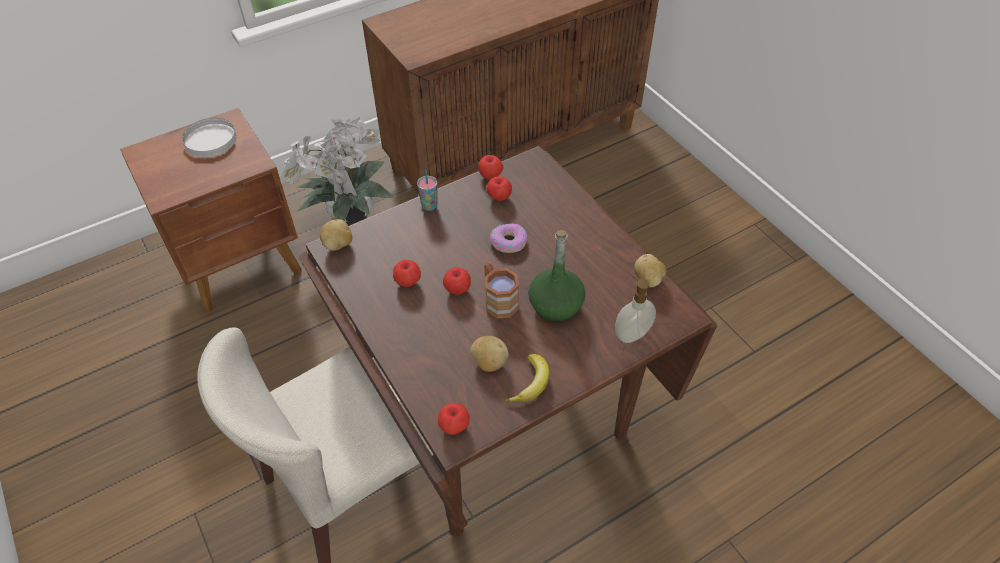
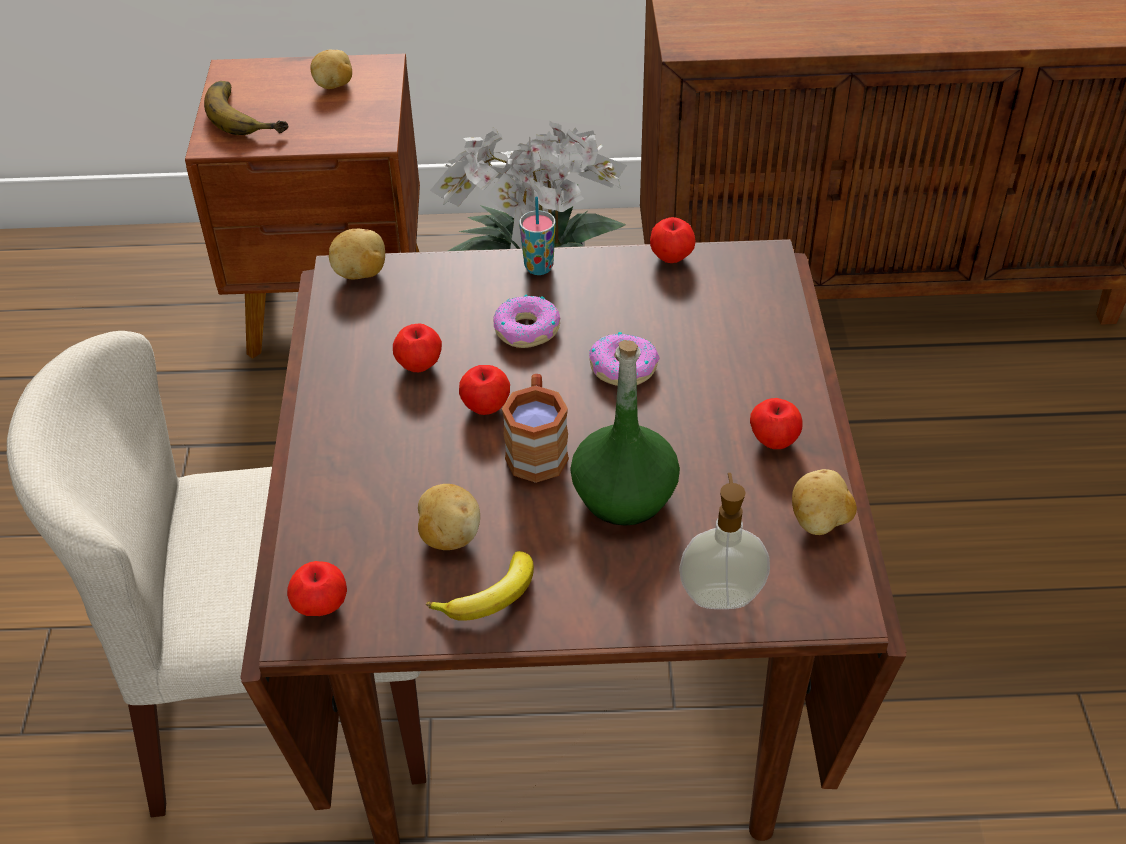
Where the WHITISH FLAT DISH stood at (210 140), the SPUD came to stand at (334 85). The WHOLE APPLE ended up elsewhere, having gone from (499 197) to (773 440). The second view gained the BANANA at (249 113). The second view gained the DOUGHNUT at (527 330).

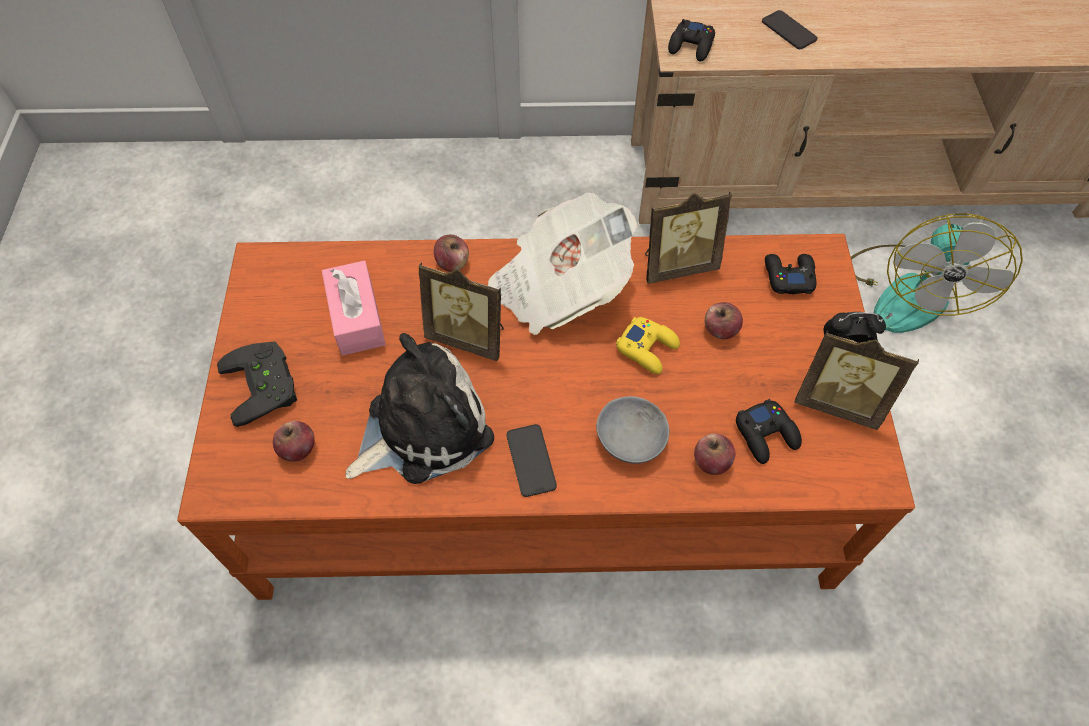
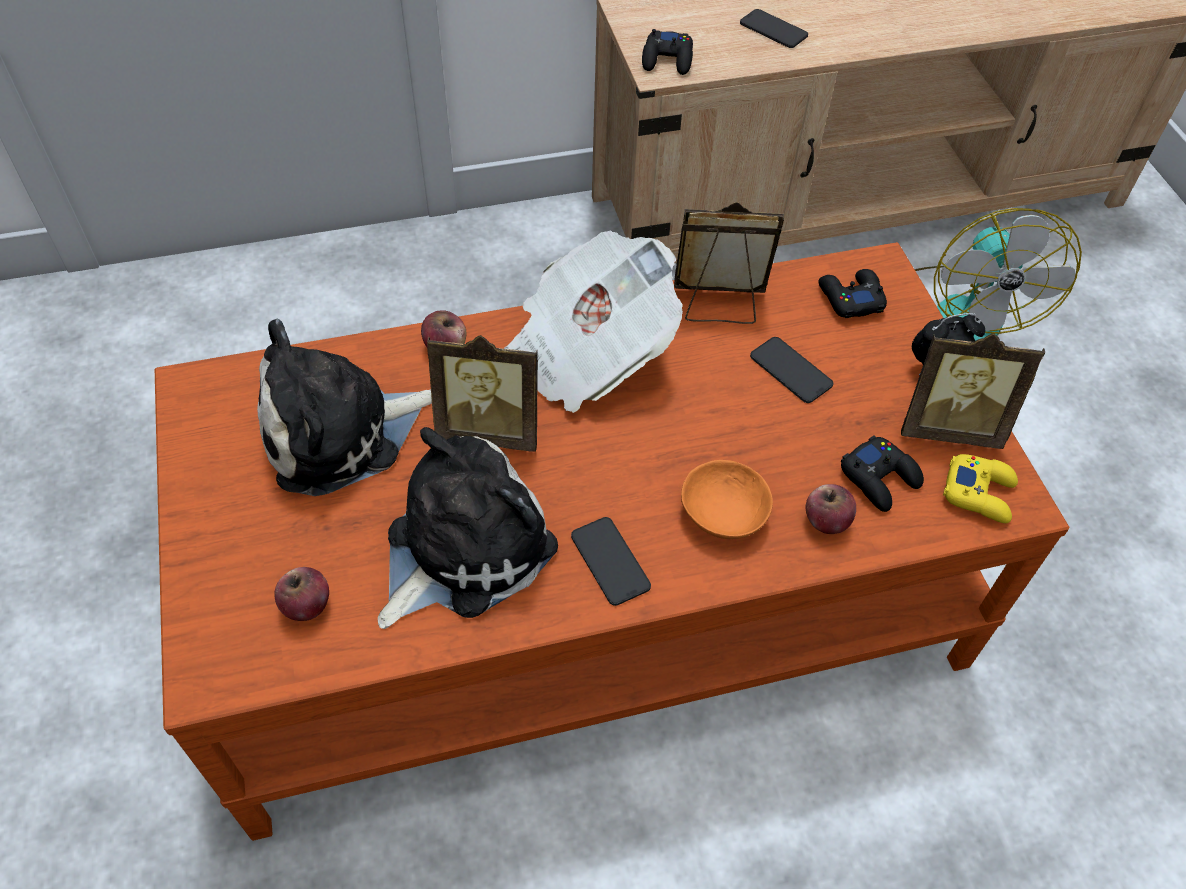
The second view lost the BLACK GAME CONTROLLER at (266 384). Where the PINK-COLOURED TISSUE HOLDER stood at (356 317), the SOFT TOY came to stand at (340 432). What was the GREY SERVING BOWL at (628 439) turned into the ORANGE SERVING BOWL at (720 513). The YELLOWISH GAME CONTROLLER ended up elsewhere, having gone from (647 348) to (979 493). The STANDING FRAME at (677 265) ended up facing another way, 150 degrees counterclockwise from before. Where the WHOLE APPLE stood at (720 330), the HANDSET came to stand at (791 370).

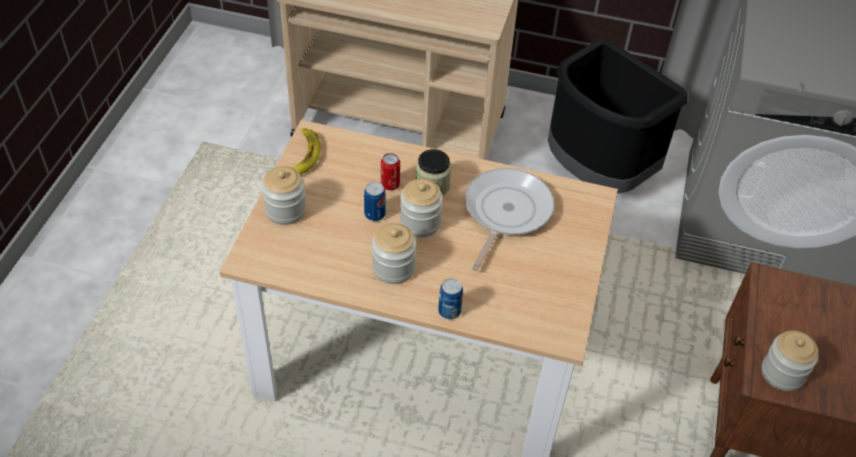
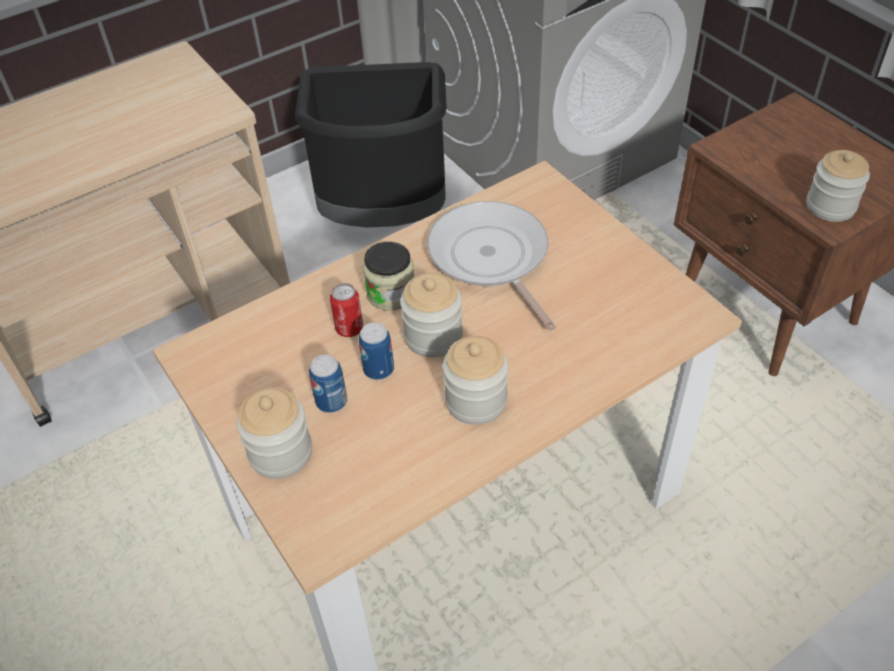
The second view lost the BANANA at (303 155). The SEALED CAN ended up elsewhere, having gone from (449 311) to (331 401).

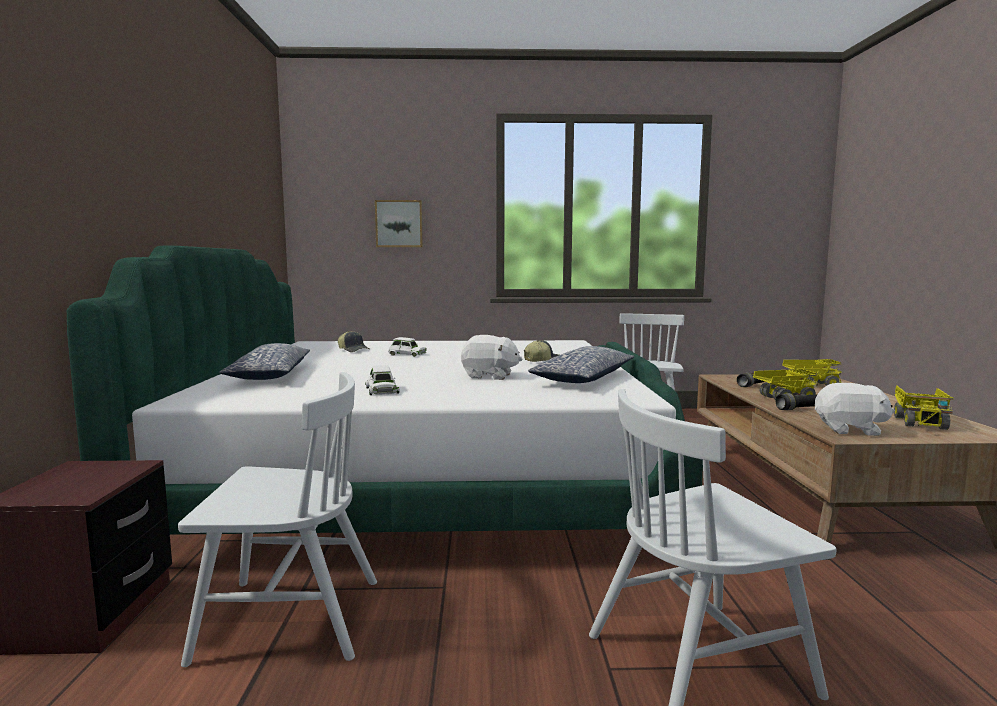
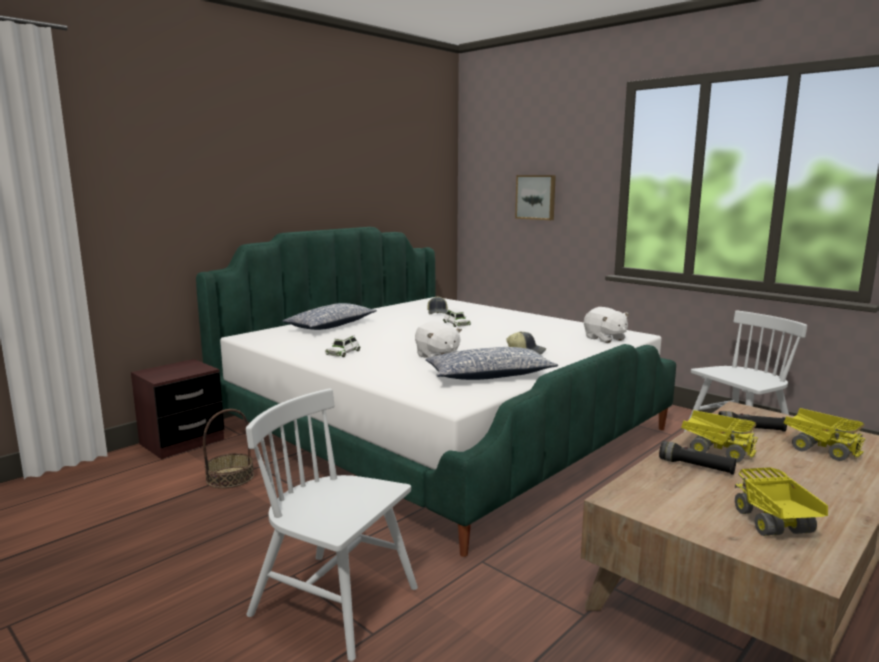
Where the WHITISH CHAIR stood at (289 619), the BASKET came to stand at (230 477). The WHITISH SOFT TOY ended up elsewhere, having gone from (850 430) to (605 339). The TOY LORRY at (921 422) ended up facing another way, 105 degrees clockwise from before.

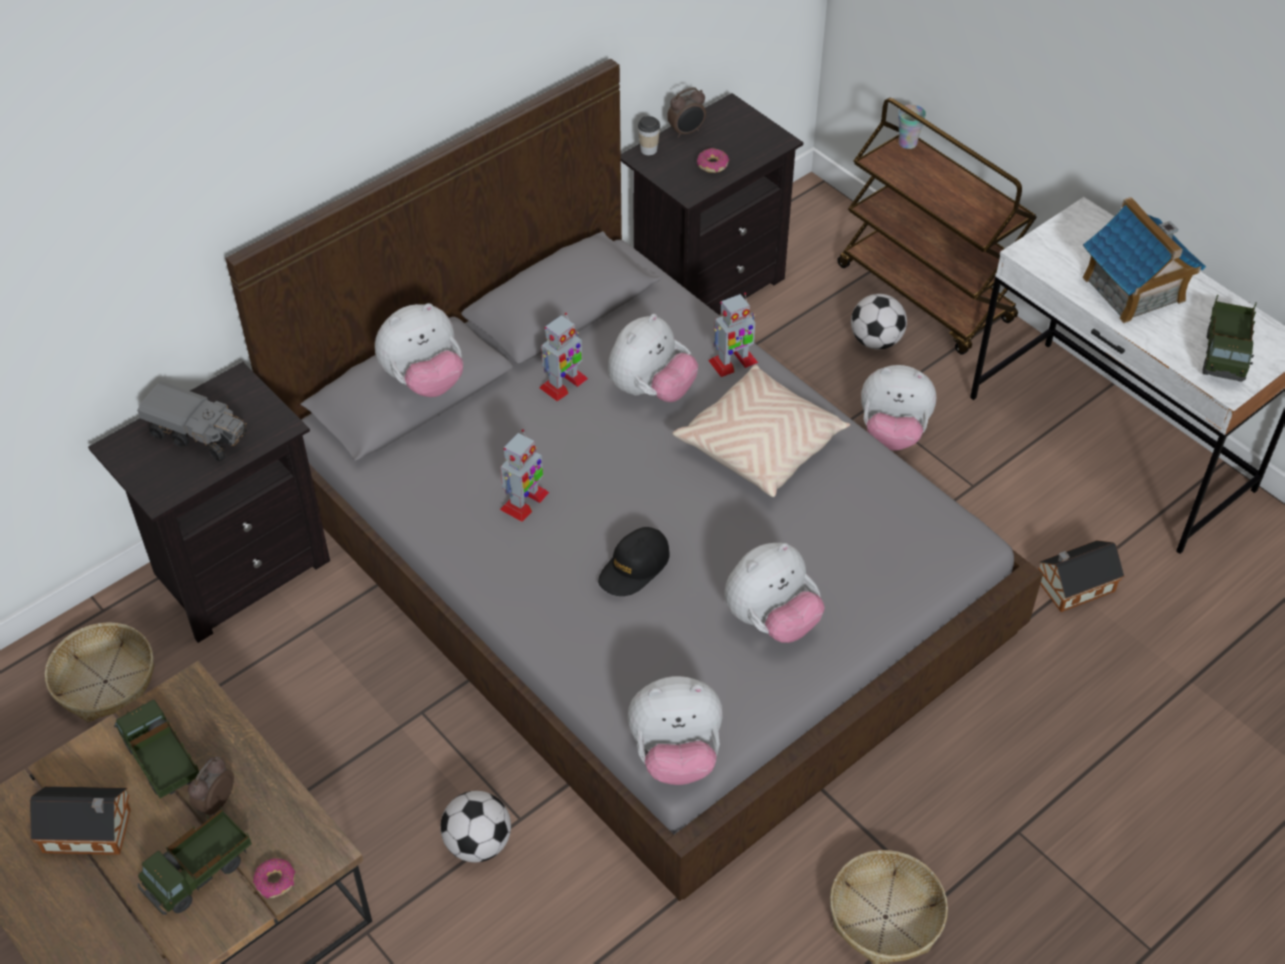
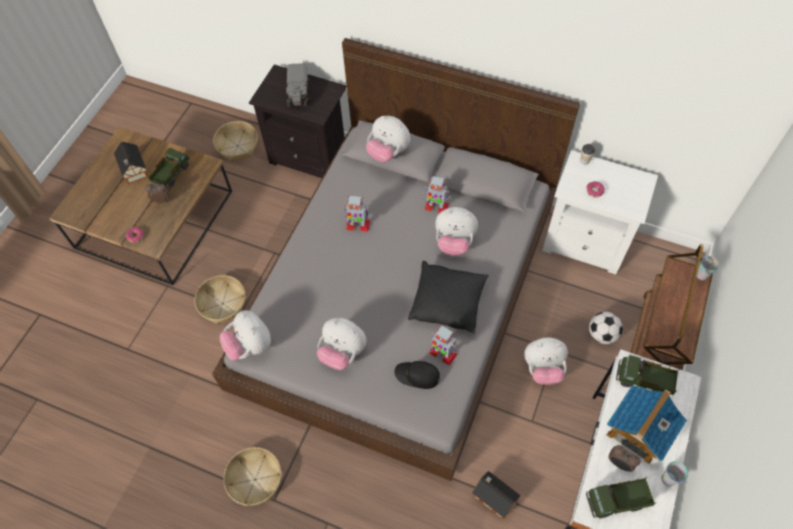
The TOY LORRY ended up elsewhere, having gone from (200 874) to (643 381). Where the FOOTBALL BALL stood at (478 843), the BASKET came to stand at (222 303). The BLACK PEAKED CAP ended up elsewhere, having gone from (634 568) to (417 375). What was the BLACK NIGHTSTAND at (705 284) turned into the WHITISH NIGHTSTAND at (586 242). The ALARM CLOCK ended up elsewhere, having gone from (686 132) to (619 463). What was the SAND-COLOURED CUSHION at (760 445) turned into the BLACK CUSHION at (448 302). The ROBOT FIGURE ended up elsewhere, having gone from (732 362) to (442 353). The SOFT TOY at (893 433) ended up facing another way, 75 degrees counterclockwise from before. The second view gained the SMALL CUP at (668 479).

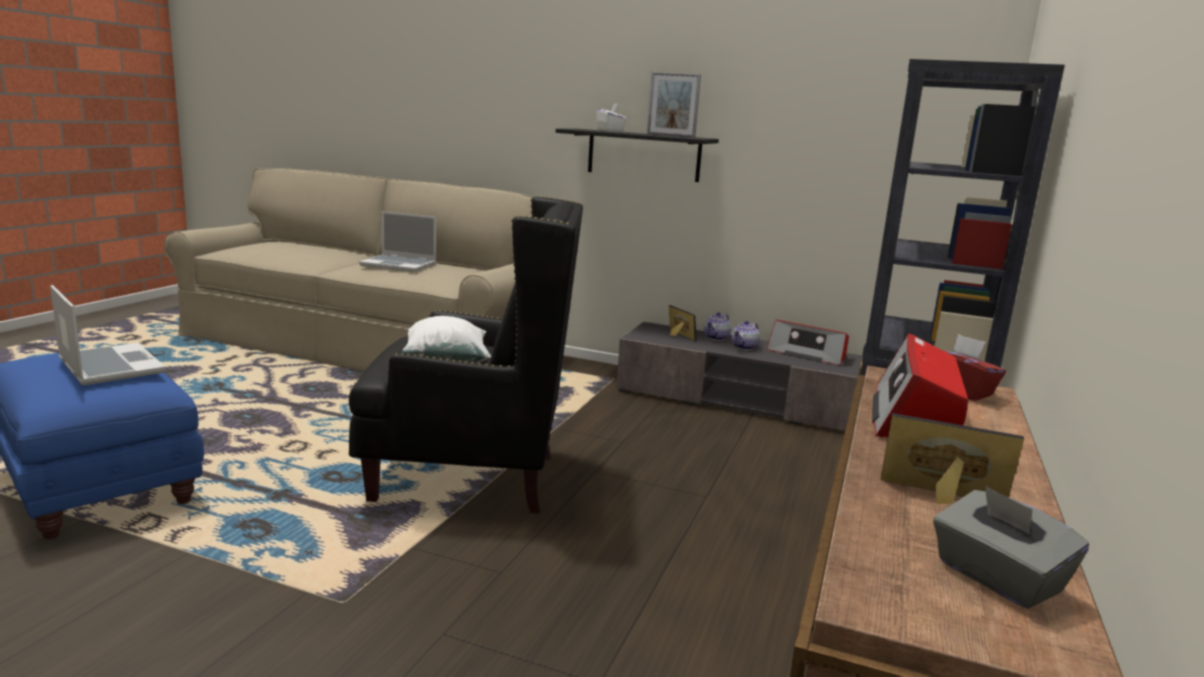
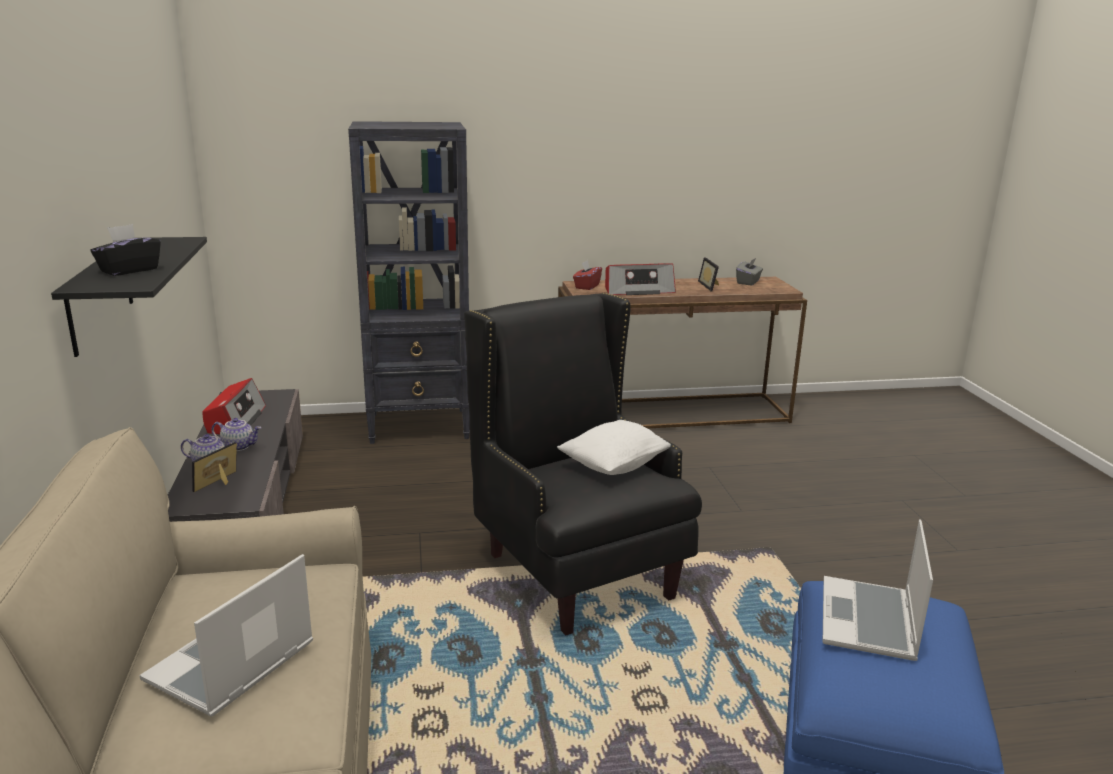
The LAPTOP at (400 265) ended up facing another way, 135 degrees counterclockwise from before. What was the WHITISH TISSUE HOLDER at (610 131) turned into the BLACK TISSUE HOLDER at (129 270). The second view lost the STANDING FRAME at (670 136).

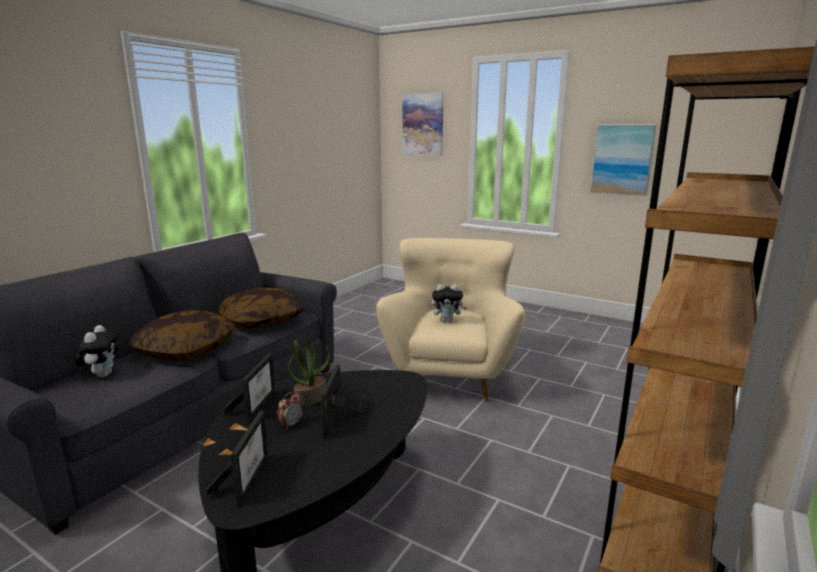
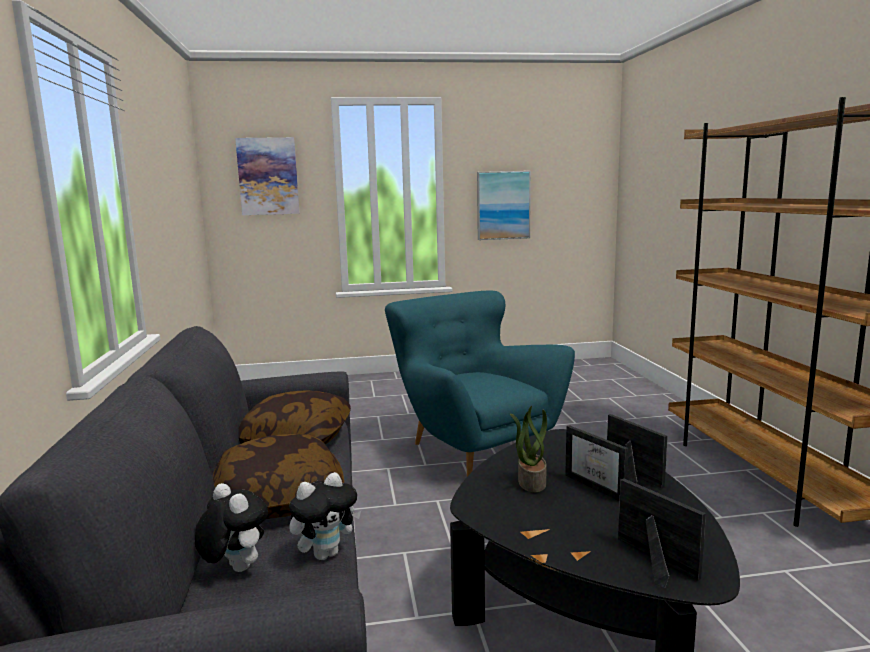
The STANDING FRAME ended up elsewhere, having gone from (256 405) to (627 475). The second view lost the ALARM CLOCK at (291 424). What was the SAND-COLOURED EASY CHAIR at (450 375) turned into the TURQUOISE-COLOURED EASY CHAIR at (473 449). The SOFT TOY ended up elsewhere, having gone from (447 321) to (326 553).

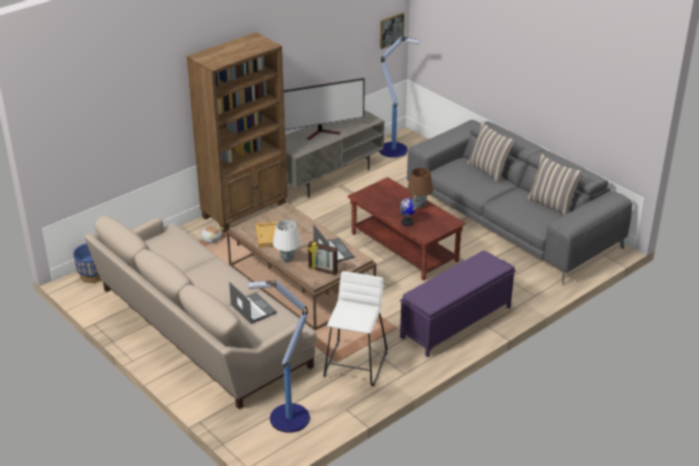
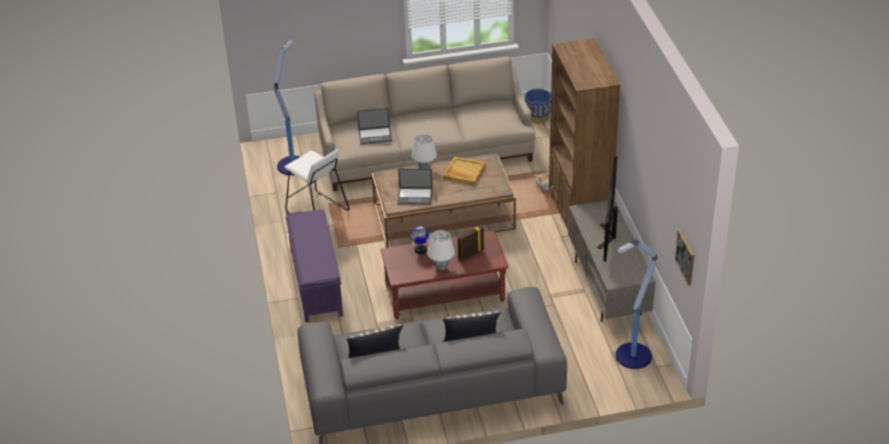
The STANDING FRAME ended up elsewhere, having gone from (322 270) to (470 254). What was the BROWN TABLE LAMP at (419 205) turned into the WHITISH TABLE LAMP at (441 267).

